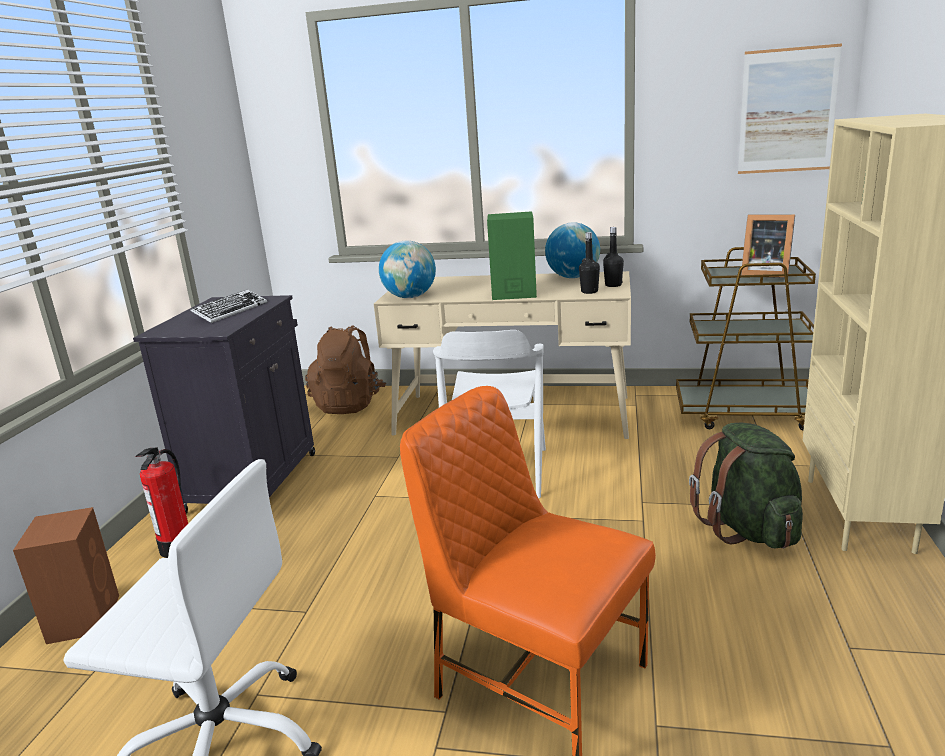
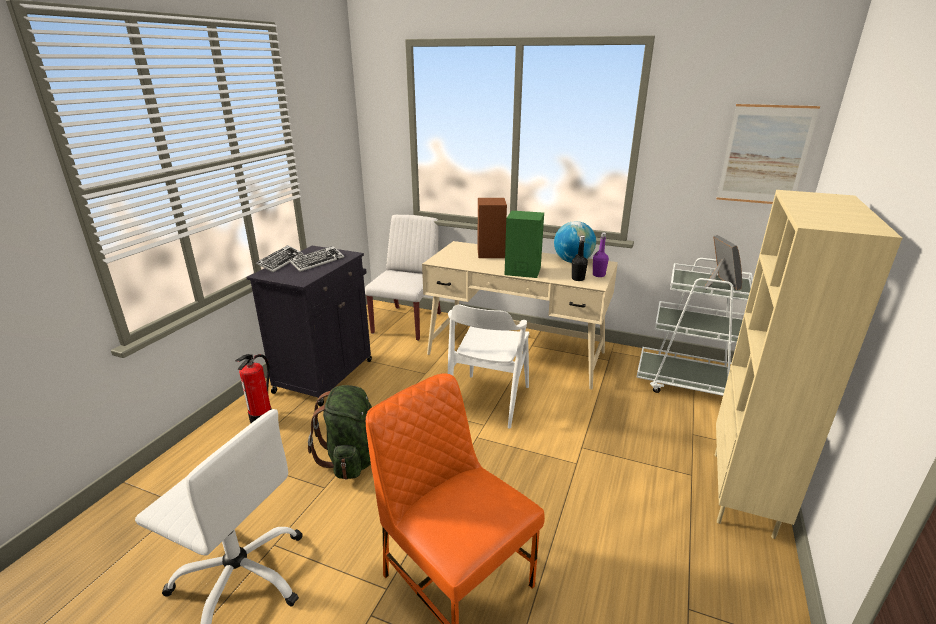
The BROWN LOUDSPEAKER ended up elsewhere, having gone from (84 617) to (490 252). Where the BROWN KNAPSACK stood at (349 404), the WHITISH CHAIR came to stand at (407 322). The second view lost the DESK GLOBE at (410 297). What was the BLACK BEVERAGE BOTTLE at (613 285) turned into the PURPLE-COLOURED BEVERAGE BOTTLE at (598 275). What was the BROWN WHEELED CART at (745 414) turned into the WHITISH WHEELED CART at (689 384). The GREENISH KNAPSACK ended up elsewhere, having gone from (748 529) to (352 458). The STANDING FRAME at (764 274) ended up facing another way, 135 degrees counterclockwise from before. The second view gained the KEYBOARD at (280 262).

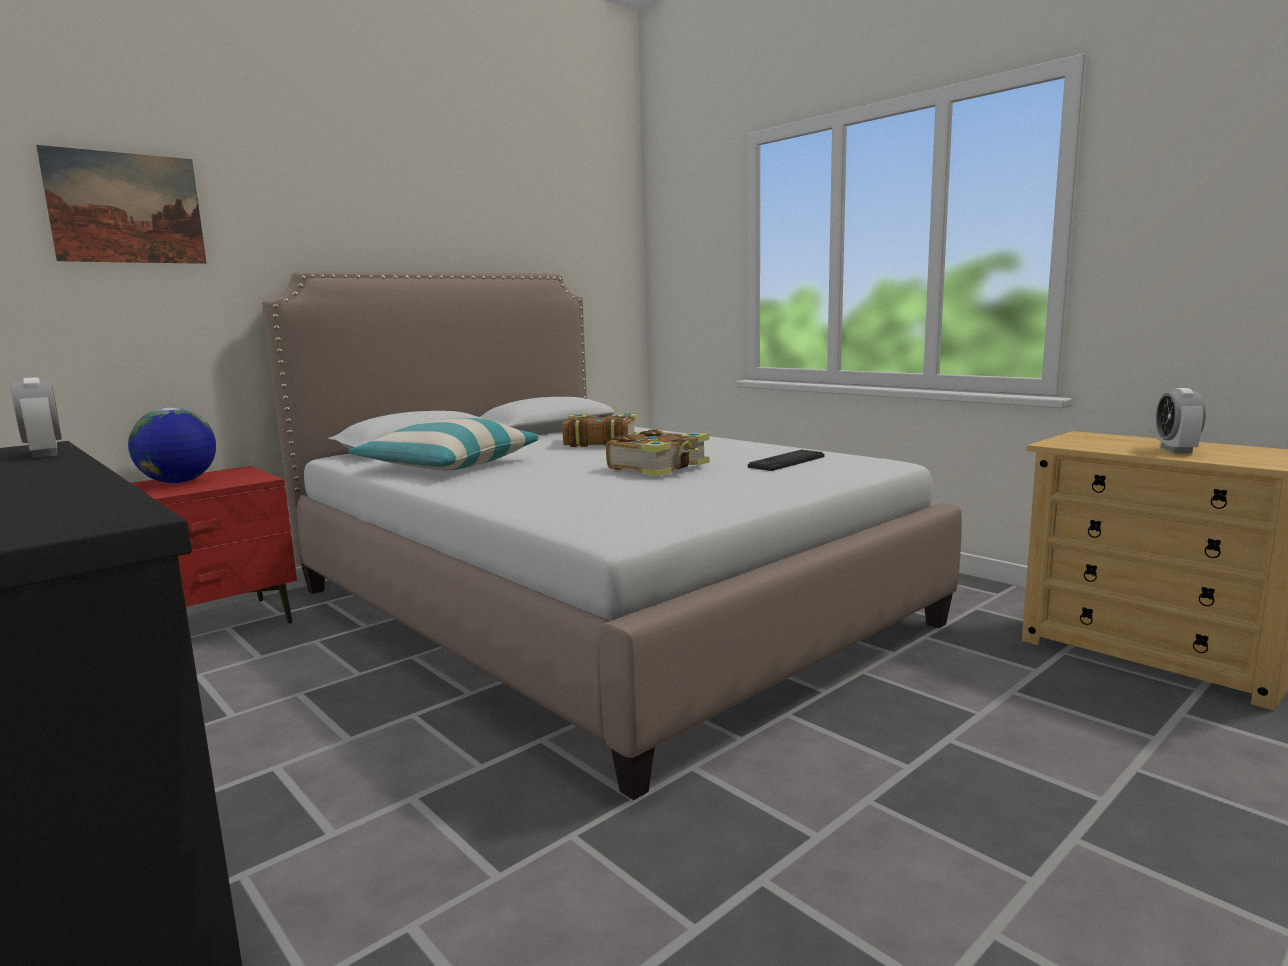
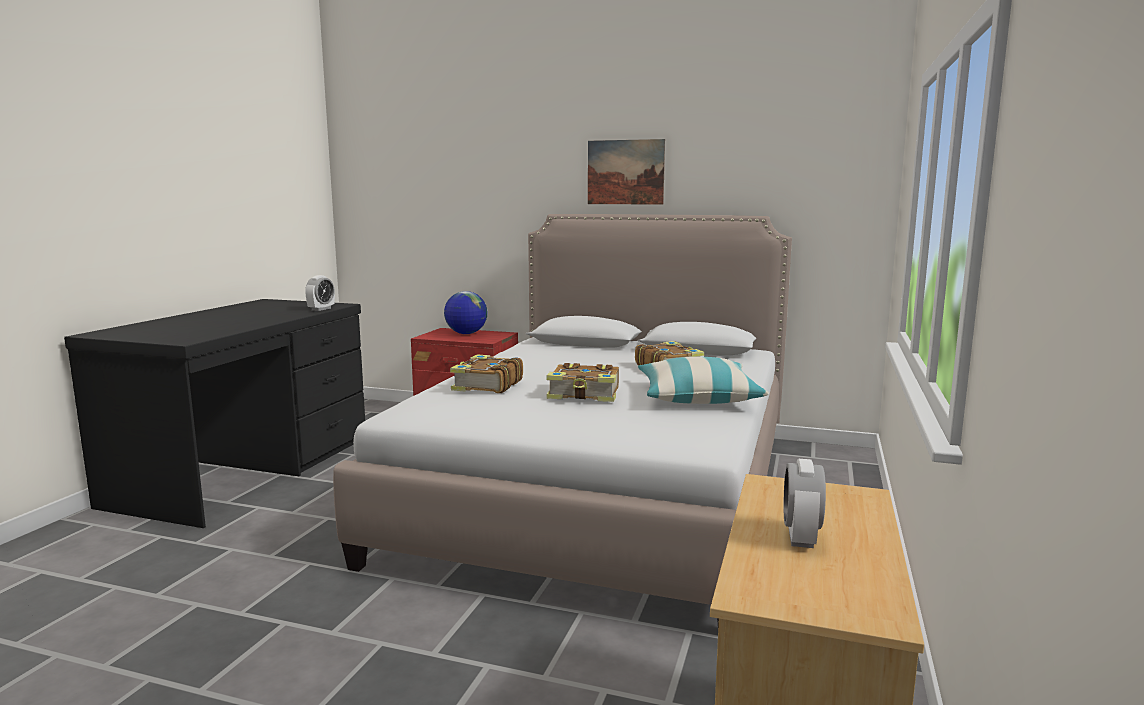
The WALL ART ended up elsewhere, having gone from (126 208) to (625 172). The CUSHION ended up elsewhere, having gone from (448 465) to (697 397). The second view lost the KEYBOARD at (787 462). The ALARM CLOCK at (1176 450) ended up facing another way, 60 degrees counterclockwise from before. The second view gained the BOUND BOOK at (486 385).

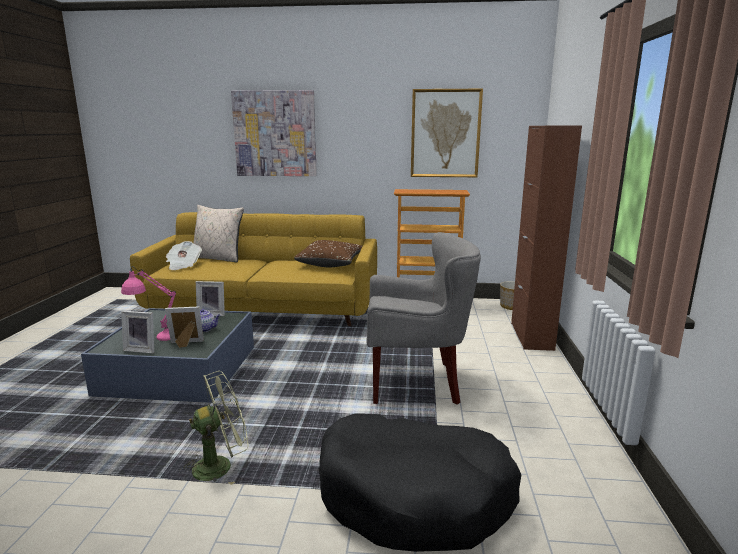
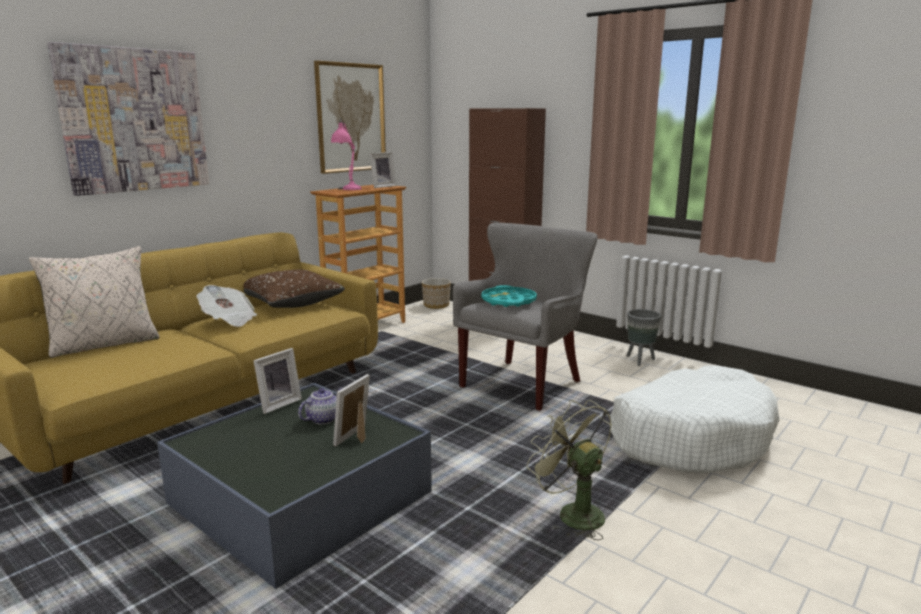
The PINK-COLOURED TABLE LAMP ended up elsewhere, having gone from (155 338) to (347 190). The STANDING FRAME ended up elsewhere, having gone from (142 349) to (382 186). The DAILY PAPER ended up elsewhere, having gone from (183 265) to (228 320). The GREENISH COOLING FAN at (220 465) ended up facing another way, 45 degrees counterclockwise from before. What was the BLACK PET BED at (414 495) turned into the WHITISH PET BED at (690 437). The second view gained the TURQUOISE-COLOURED CARRYING TRAY at (508 301). The second view gained the GREY PLANT POT at (640 360).

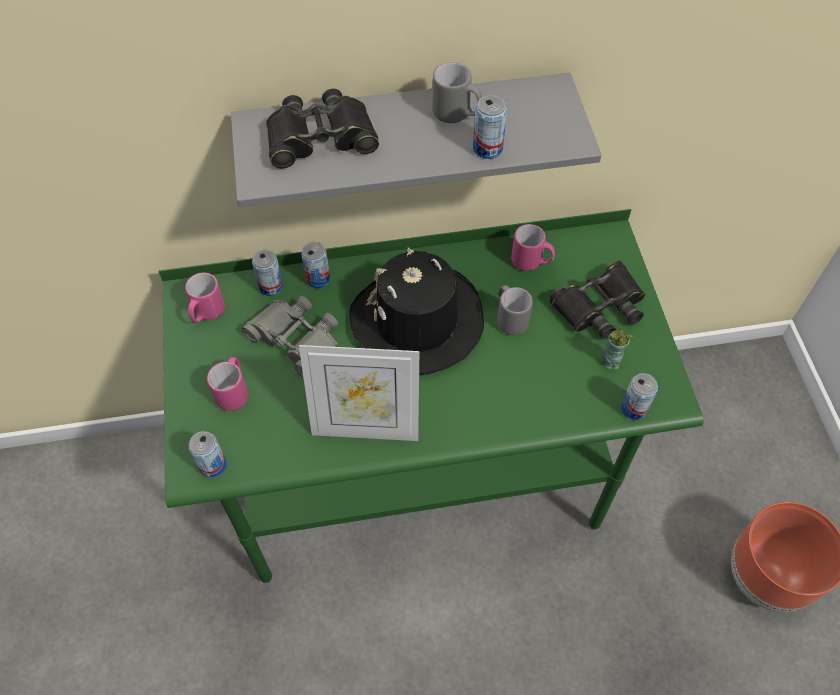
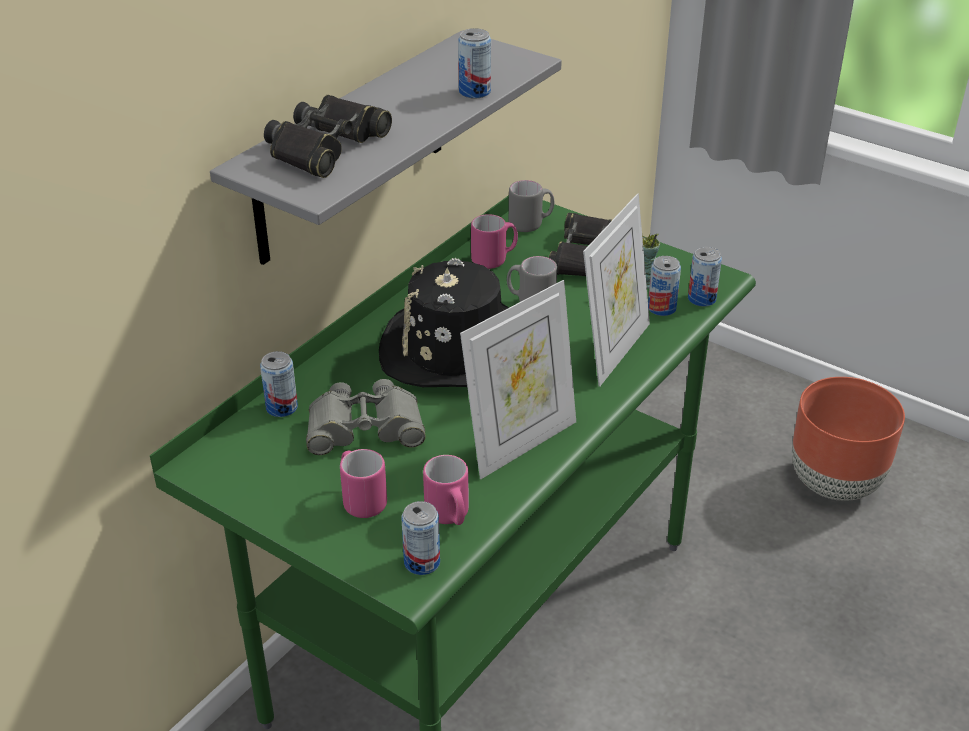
The PINK-COLOURED MUG ended up elsewhere, having gone from (206 313) to (450 516). The SEALED CAN ended up elsewhere, having gone from (318 279) to (661 308). The GREY MUG ended up elsewhere, having gone from (457 115) to (531 224). The second view gained the STANDING FRAME at (613 350).

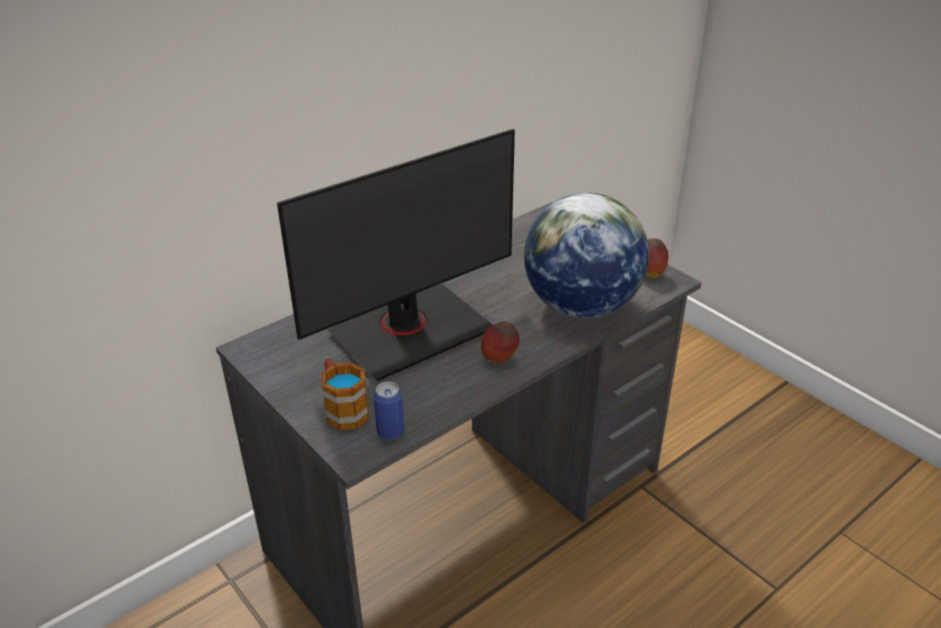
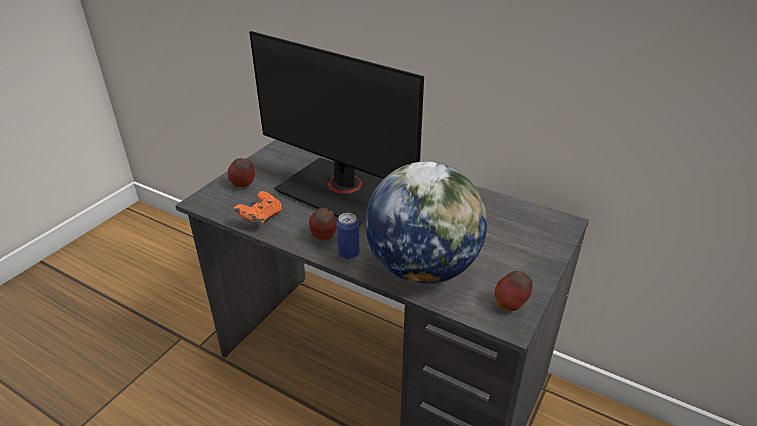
Where the MUG stood at (343 409), the WHOLE APPLE came to stand at (244 186). The SEALED CAN ended up elsewhere, having gone from (390 432) to (348 253). The second view gained the ORANGE GAME CONTROLLER at (261 218).

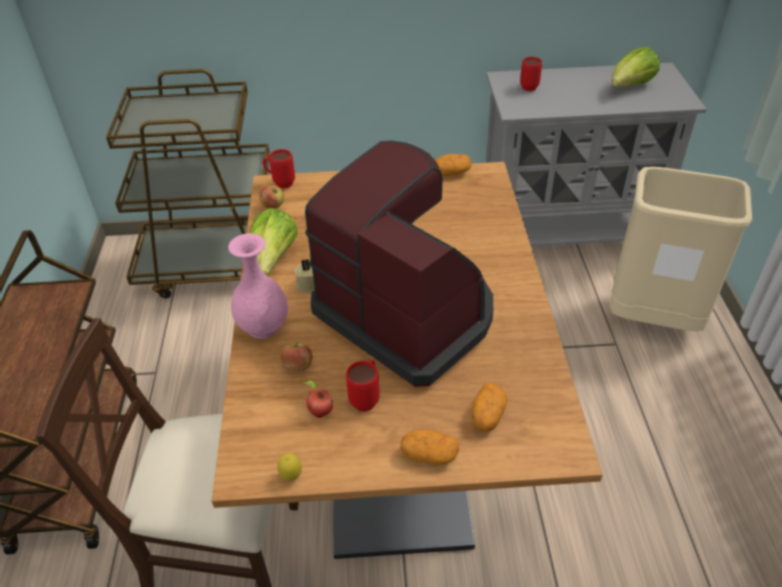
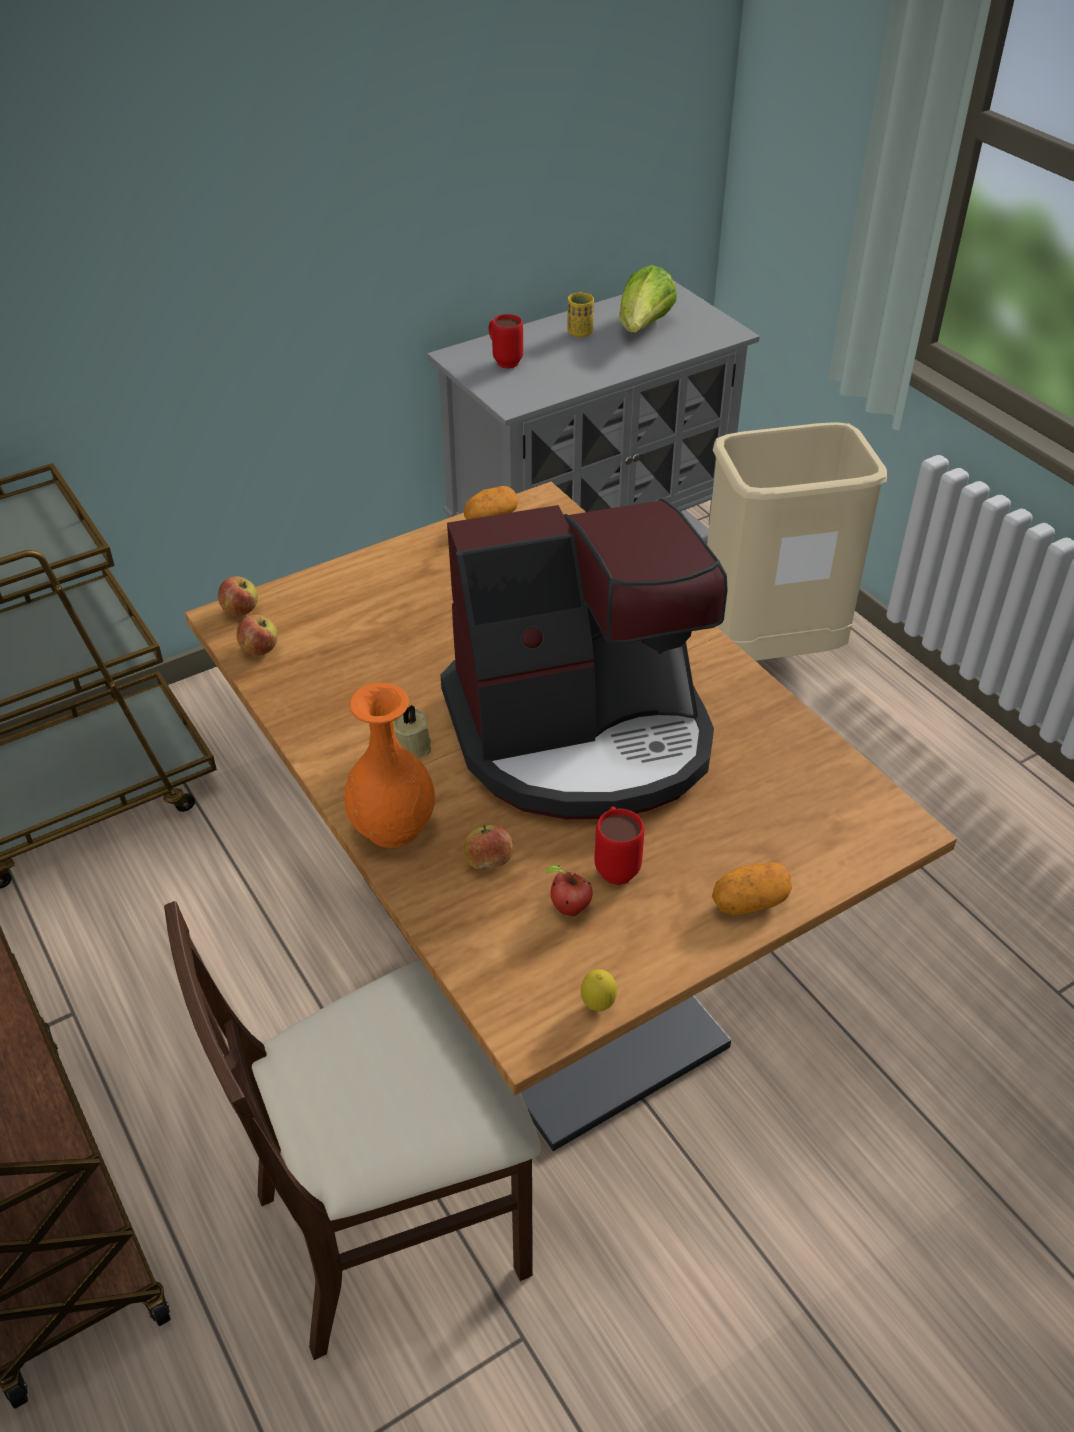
What was the PINK-COLOURED FLOWER VASE at (264 326) turned into the ORANGE FLOWER VASE at (393 827). The second view lost the LETTUCE HEAD at (273 260). Where the REDDISH MUG stood at (280 183), the WHOLE APPLE came to stand at (240 611). The COFFEE MACHINE at (408 313) ended up facing another way, 150 degrees clockwise from before. The second view lost the SPUD at (487 415). The second view gained the YELLOWISH SMALL CUP at (580 332).

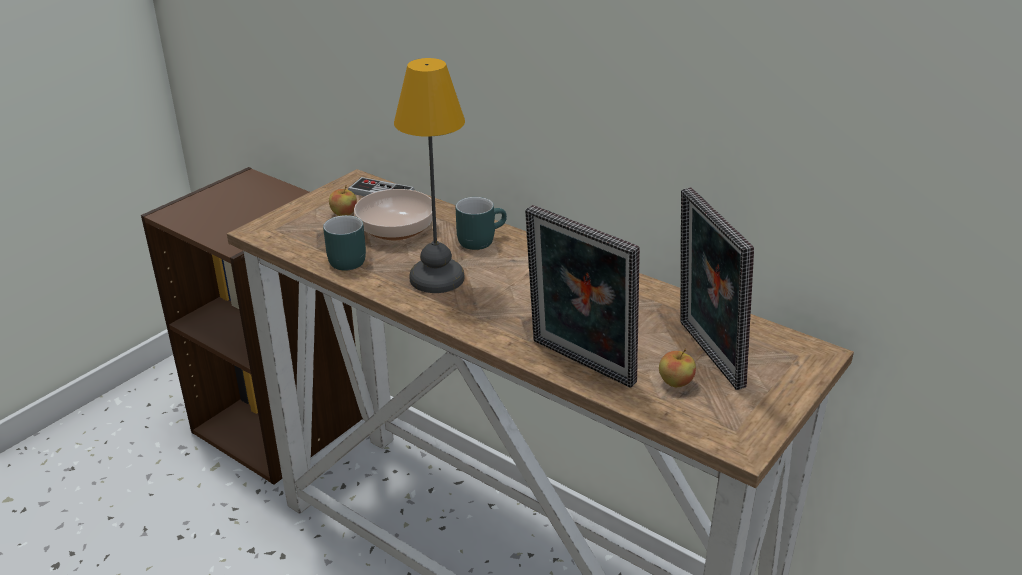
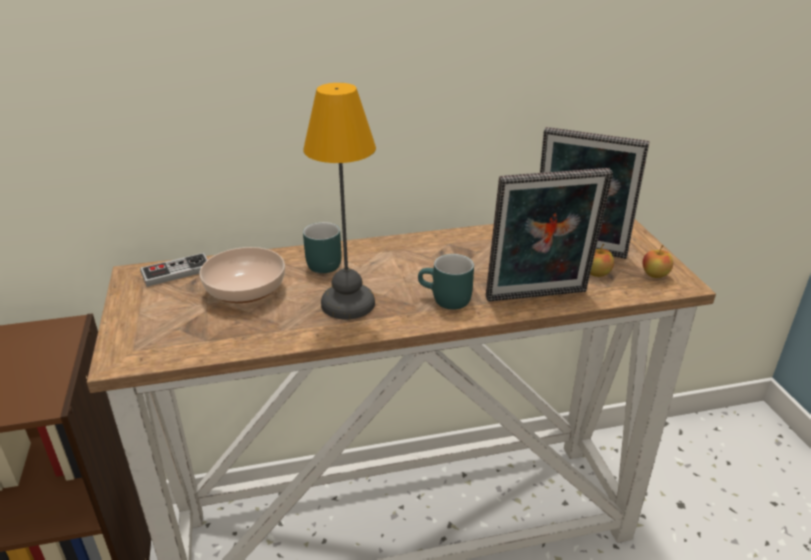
The TURQUOISE-COLOURED MUG ended up elsewhere, having gone from (343 259) to (445 300). The WHOLE APPLE ended up elsewhere, having gone from (344 214) to (654 275).

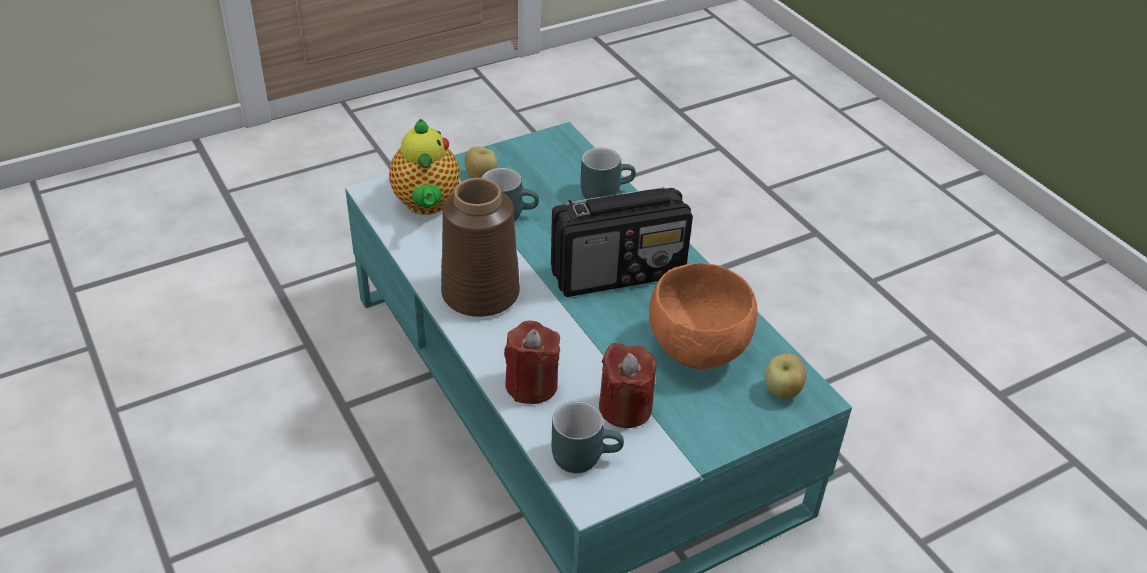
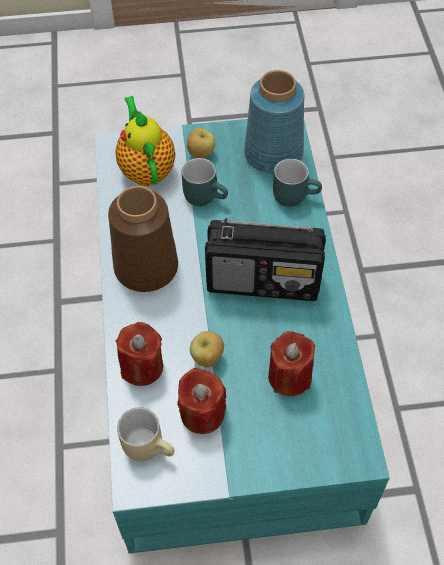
The POT FOR TEA at (426 205) ended up facing another way, 150 degrees clockwise from before. What was the TURQUOISE-COLOURED MUG at (584 454) turned into the SAND-COLOURED MUG at (149 445). Where the ORANGE SERVING BOWL stood at (698 349), the REDDISH WAX LIGHT came to stand at (289 376). The WHOLE APPLE ended up elsewhere, having gone from (782 392) to (207 358). The second view gained the BLUE FLOWER VASE at (273 153).

